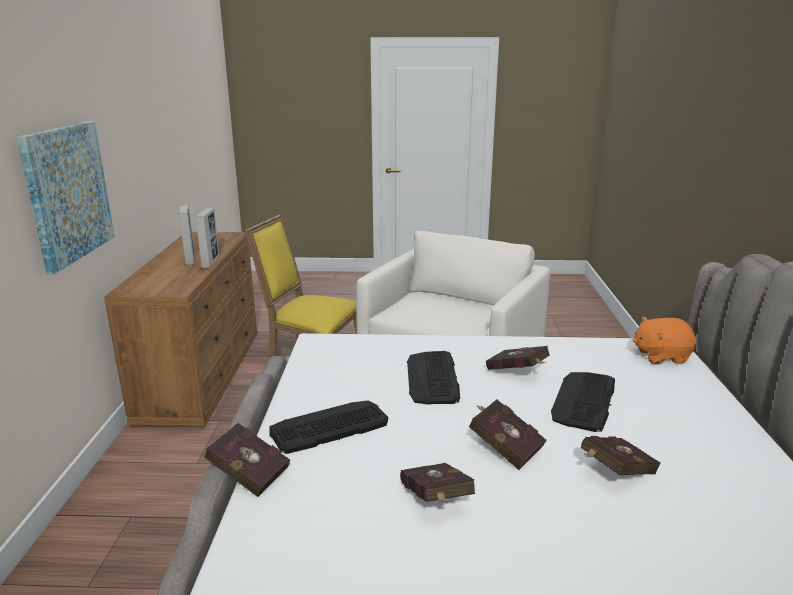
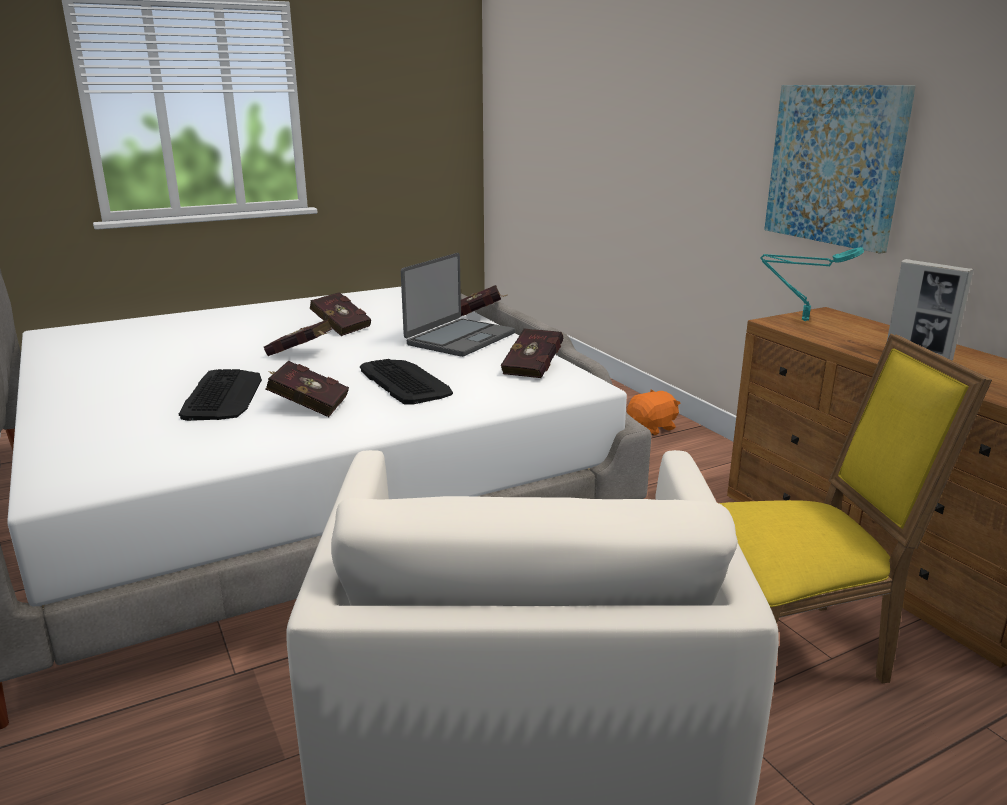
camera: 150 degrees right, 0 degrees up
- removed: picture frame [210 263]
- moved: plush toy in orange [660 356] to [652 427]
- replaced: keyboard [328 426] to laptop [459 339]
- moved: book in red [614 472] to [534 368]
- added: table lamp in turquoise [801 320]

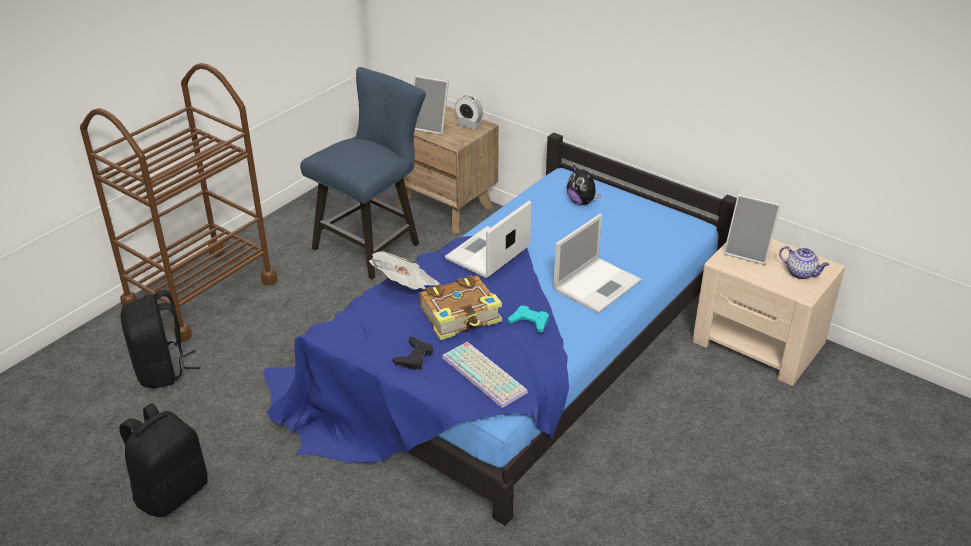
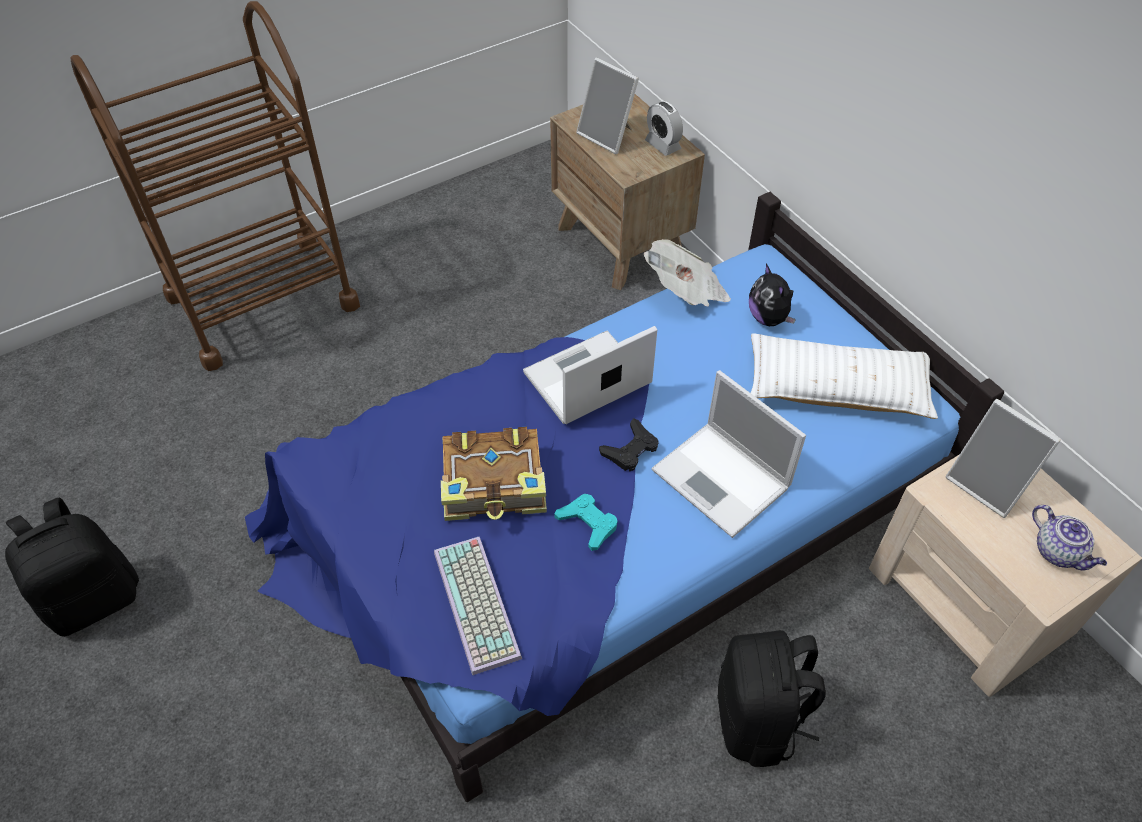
camera: 20 degrees right, 15 degrees up
- removed: chair in blue [372 244]
- turned: laptop [597 284] = [723 480] 75 degrees clockwise
- moved: newspaper [405 285] to [686 291]
- moved: backpack in black [162 370] to [758 720]
- moved: game controller in black [414 357] to [630 450]
- added: pillow in white [836 388]

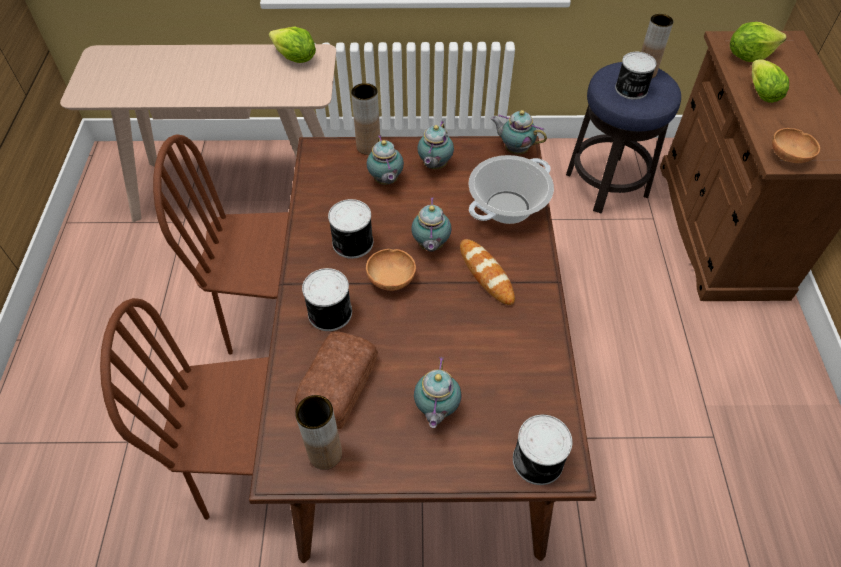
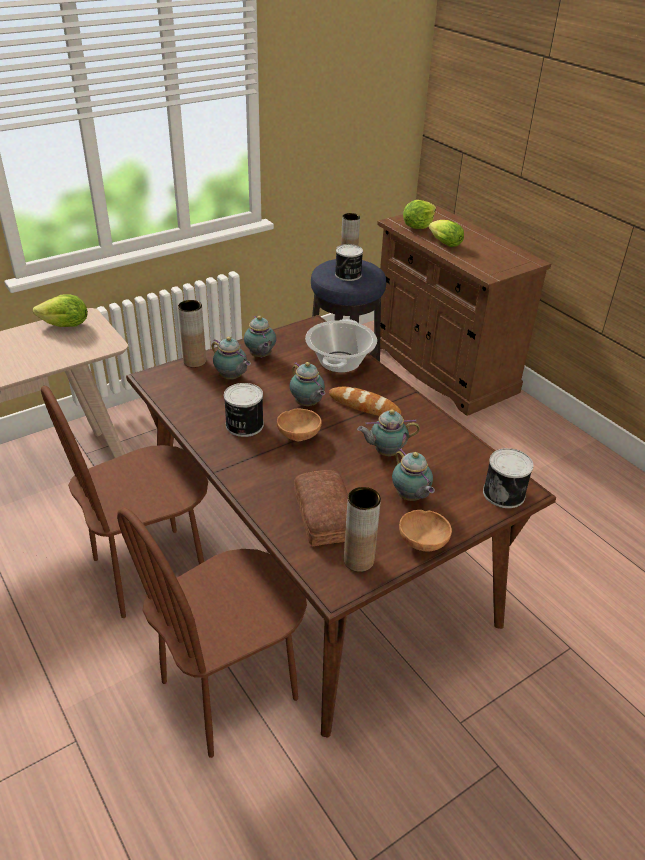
camera: 35 degrees left, 15 degrees down
- moved: teapot [514 149] to [385 452]
- moved: bowl in brown [789 157] to [424 542]
- removed: can [328 312]

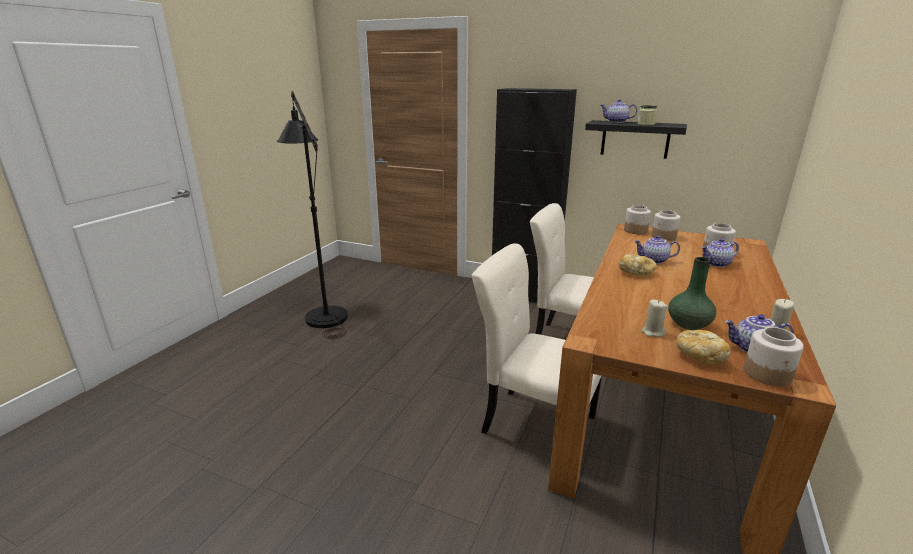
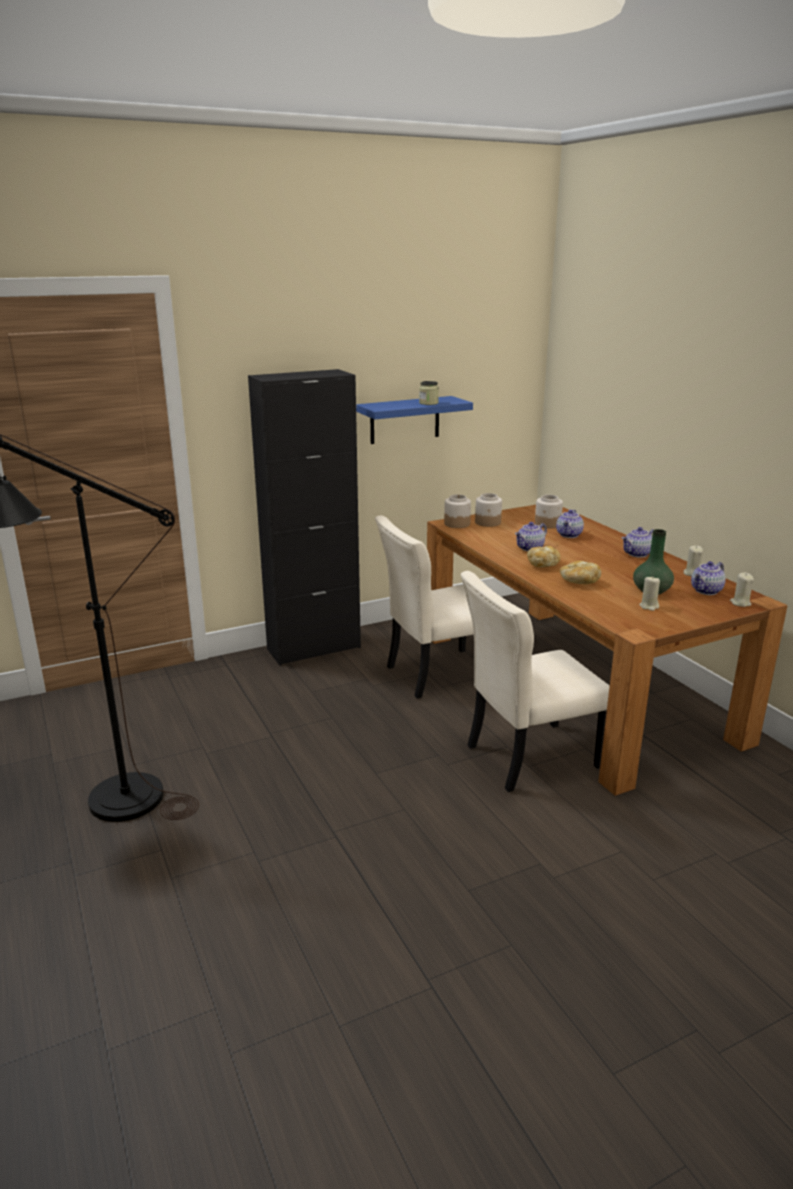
camera: 50 degrees left, 0 degrees up
- moved: teapot [616 122] to [637 554]
- recoloured: shelf in black [635 139] to shelf in blue [405 420]
- replaced: jar [767 374] to candle in beige [740 603]
- moved: bread [699 356] to [578 582]

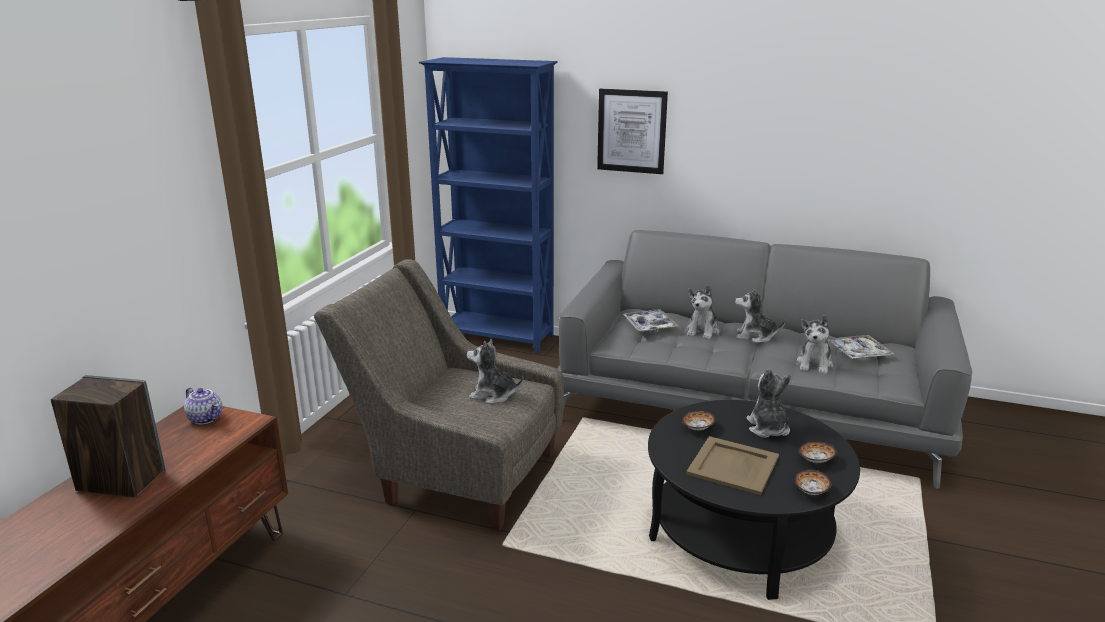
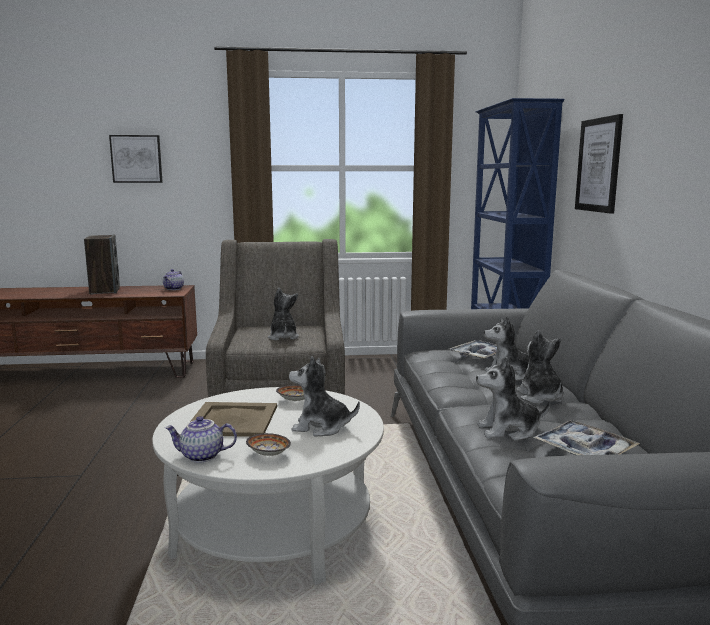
camera: 65 degrees right, 10 degrees down
- turned: plush toy [768 429] = [321 427] 135 degrees counterclockwise
- recoloured: coffee table in black [741 533] to coffee table in white [274 526]
- replaced: bowl [812 491] to teapot [201 456]
- added: picture [136 159]

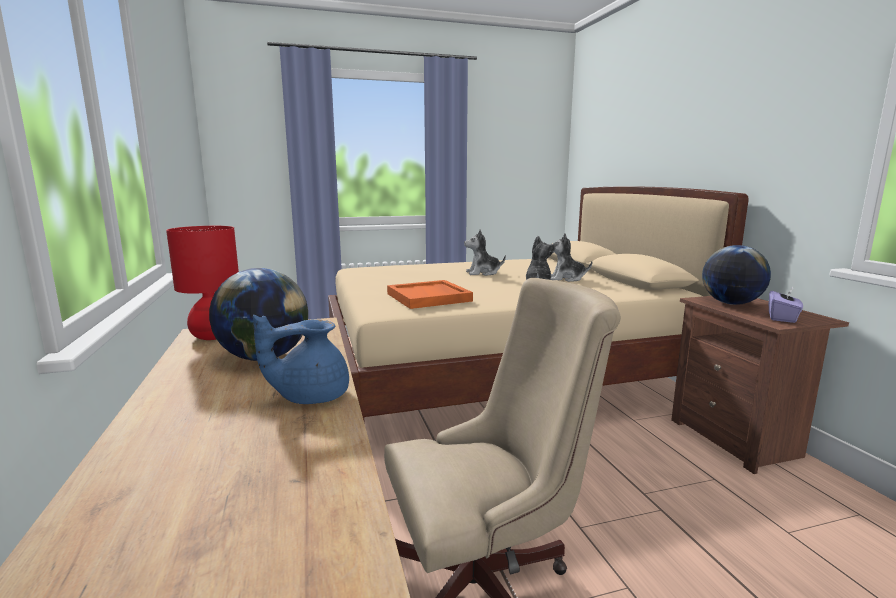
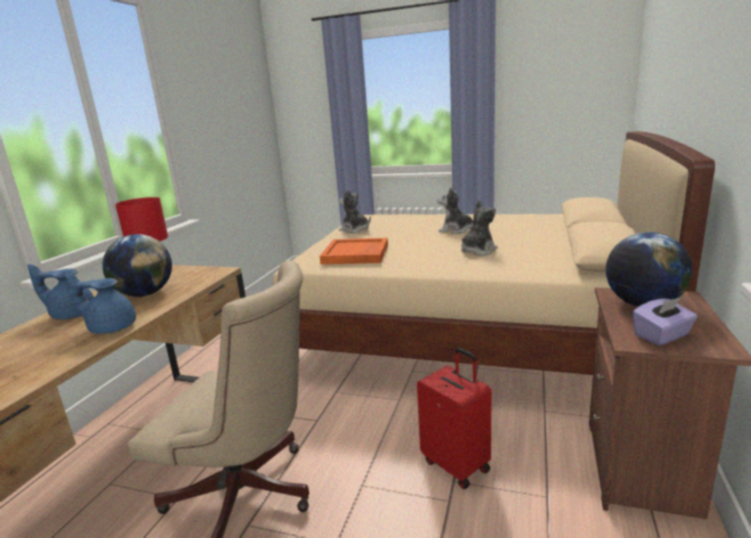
camera: 35 degrees right, 5 degrees up
- moved: plush toy [566 279] to [355 230]
- added: teapot in blue [72 314]
- added: suitcase in red [457 464]

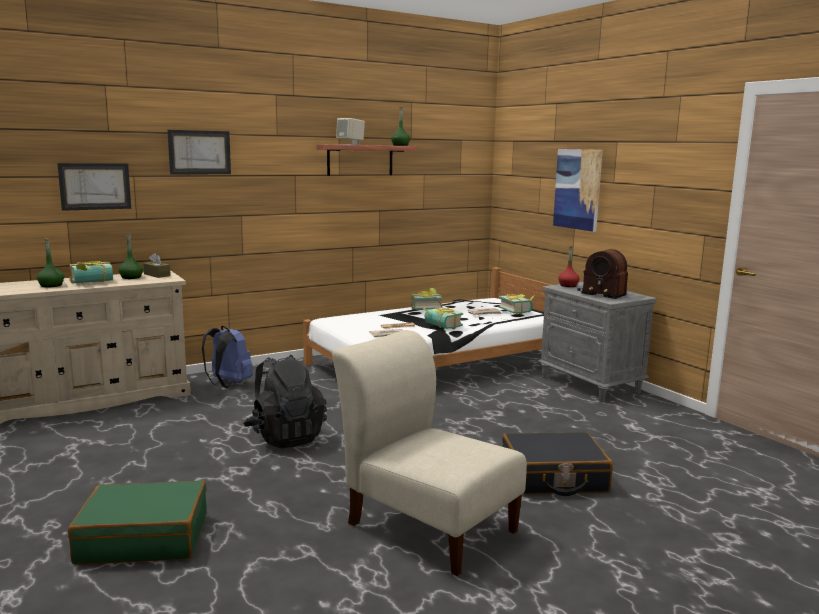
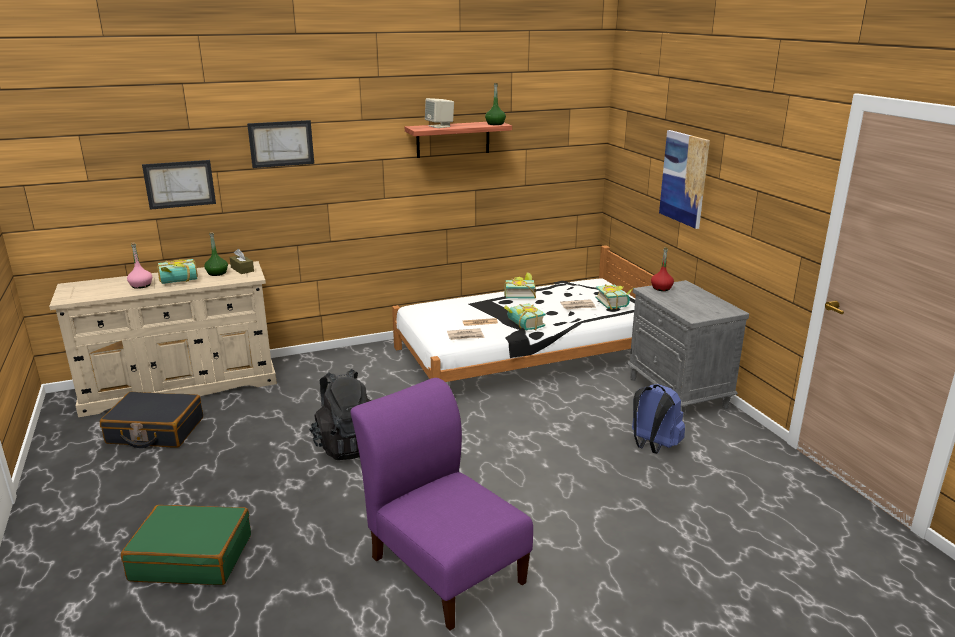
camera: 10 degrees right, 10 degrees up
- recoloured: bottle in green [51 285] to bottle in pink [141 285]
- removed: radio [601 293]
- moved: backpack in blue [228 384] to [653 446]
- recoloured: chair in beige [427 524] to chair in purple [444 565]
- moved: suitcase in black [553 478] to [155 431]

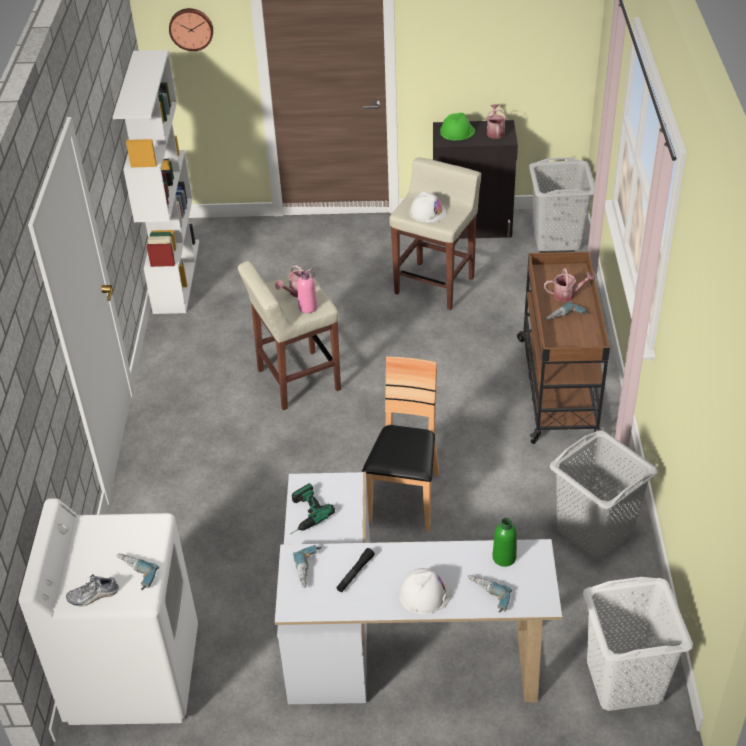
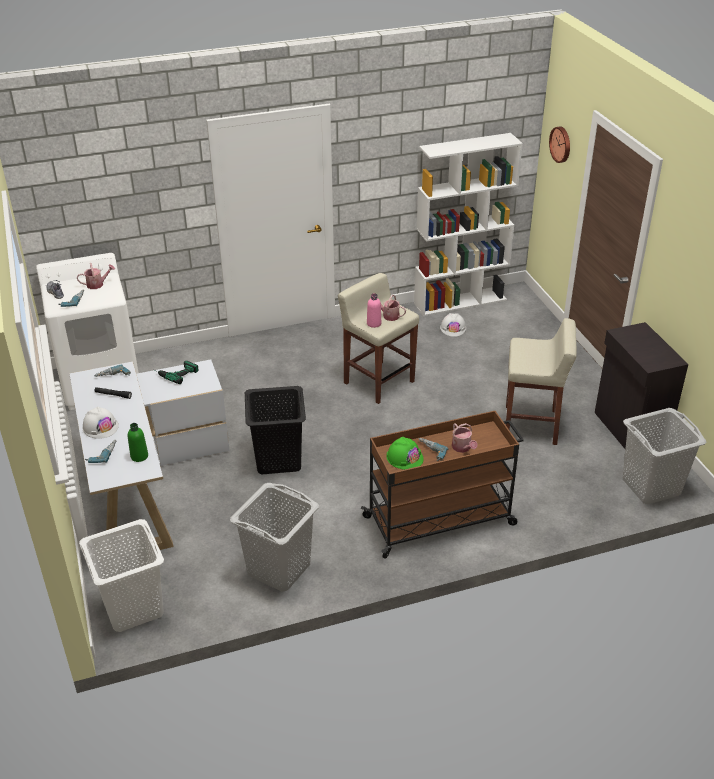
camera: 70 degrees right, 5 degrees down
- moved: watering can [495 132] to [97 284]
- moved: hard hat in green [457 131] to [404 457]
- moved: hard hat in white [427 212] to [453 328]
- replaced: chair in brown [405 498] to laundry basket in black [279 460]

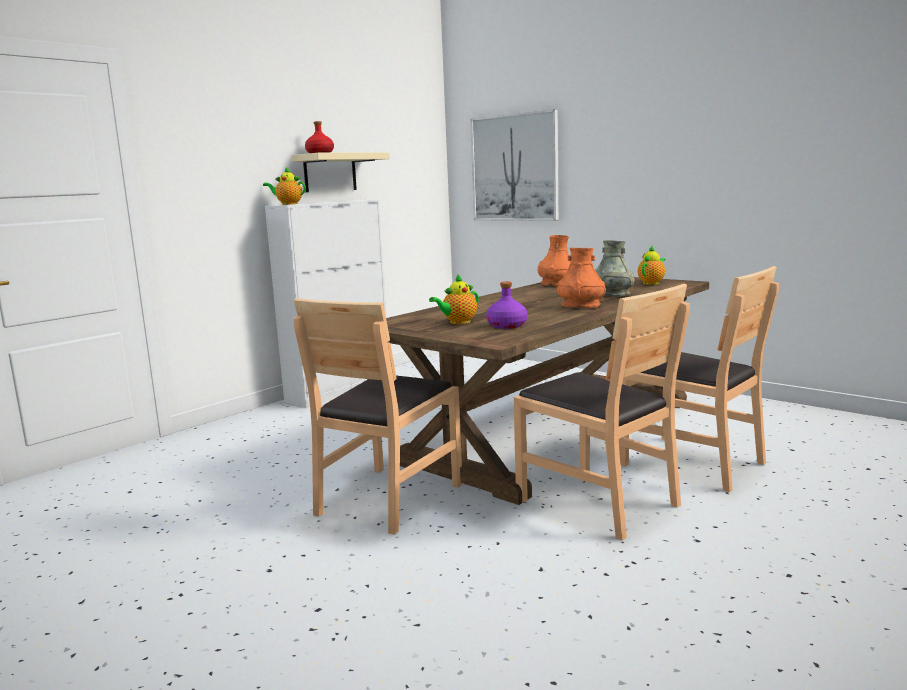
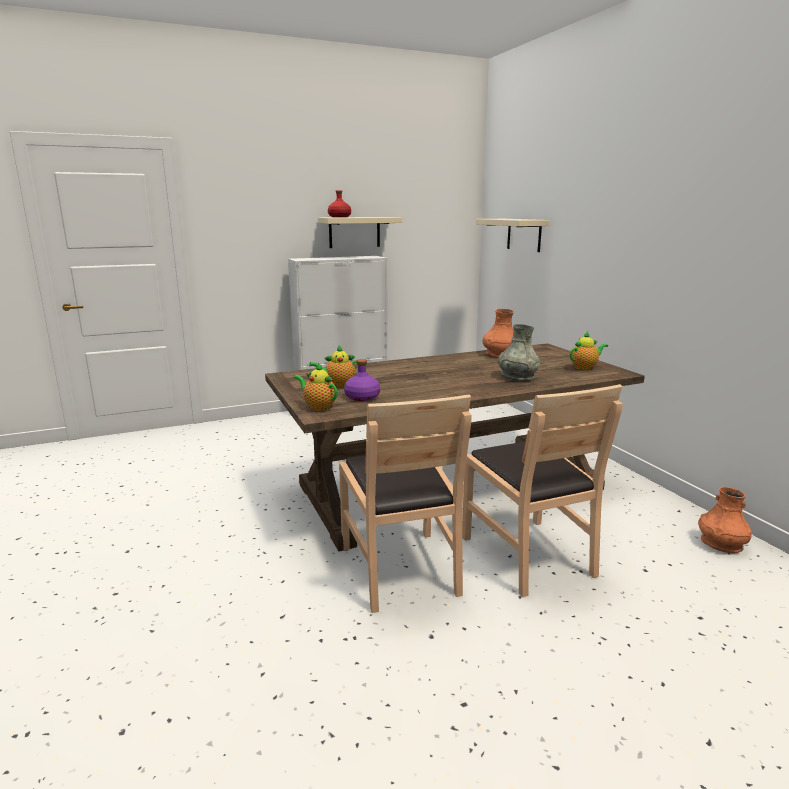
camera: 25 degrees right, 5 degrees up
- replaced: picture [514 168] to shelf in beige [524 234]
- moved: teapot [288 204] to [318 407]
- moved: vase in orange [581 306] to [721 544]
- removed: chair in brown [388 498]

